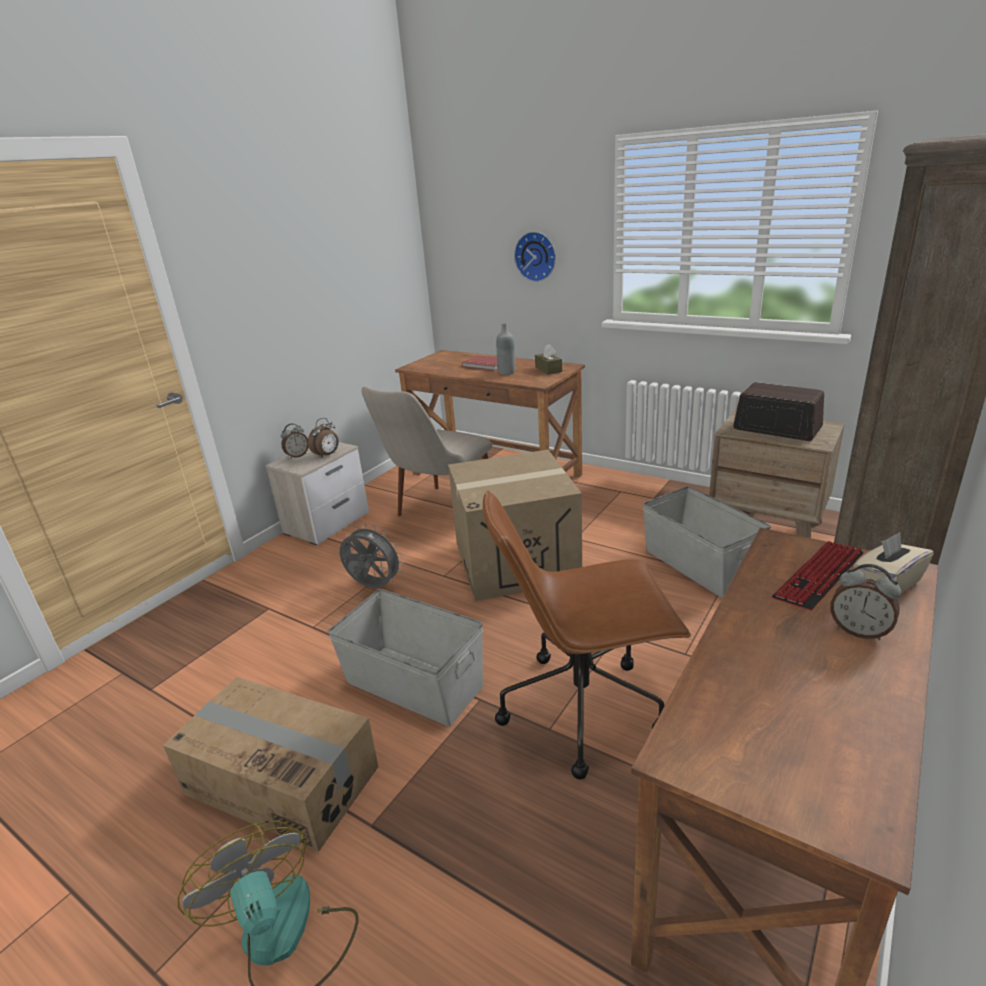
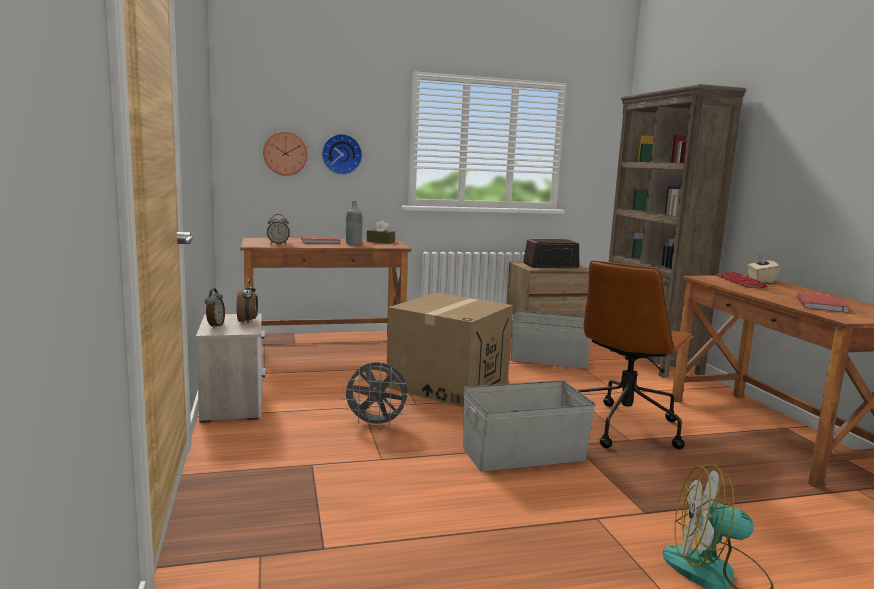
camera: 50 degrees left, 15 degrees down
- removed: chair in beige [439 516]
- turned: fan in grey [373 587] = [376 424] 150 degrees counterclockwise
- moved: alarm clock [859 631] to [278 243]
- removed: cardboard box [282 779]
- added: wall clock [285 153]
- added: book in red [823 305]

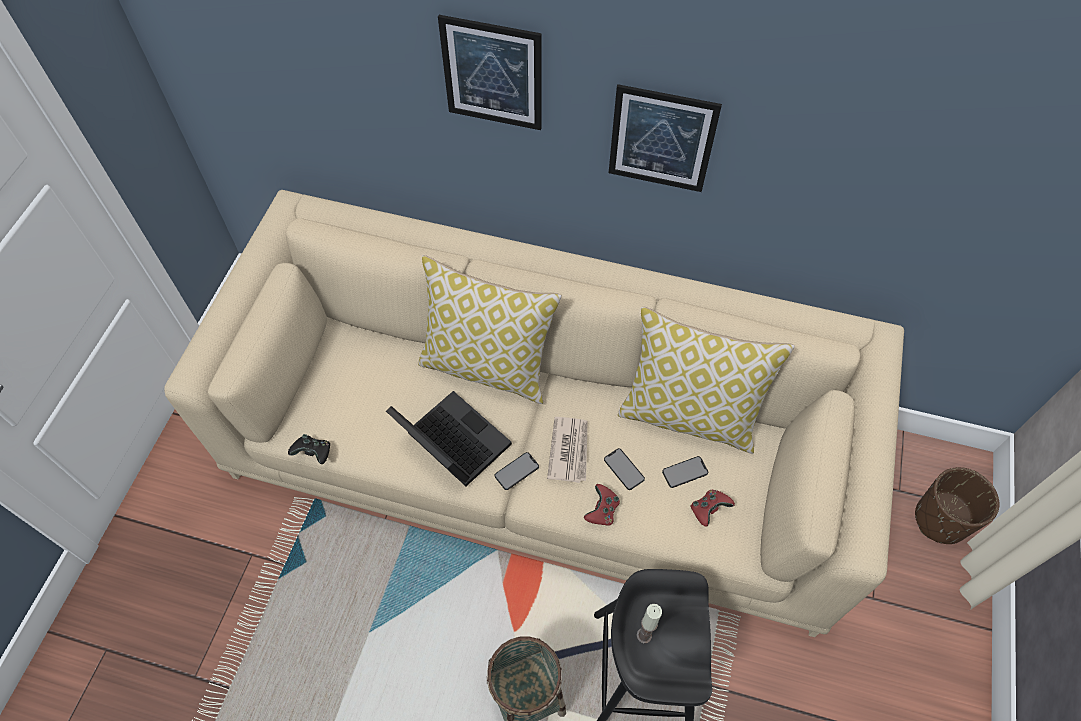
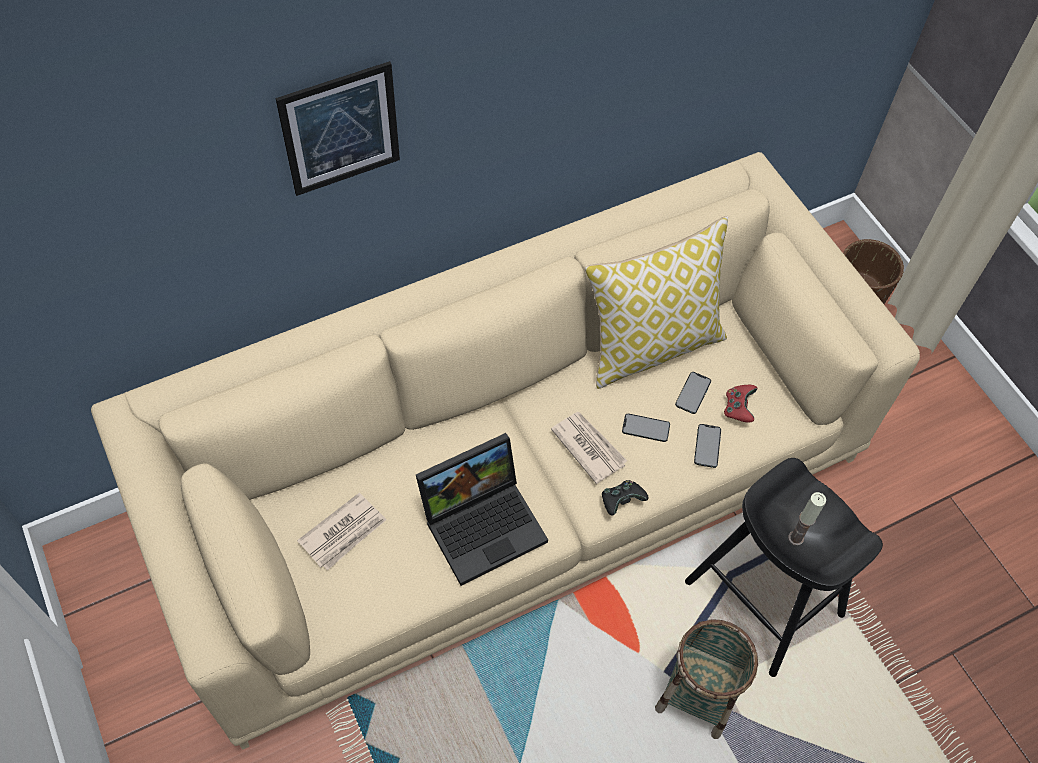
camera: 45 degrees left, 0 degrees up
- removed: picture [661 139]
- removed: pillow [488 366]
- turned: laptop [450 444] = [484 522] 150 degrees clockwise
- moved: game controller in black [314 453] to [621 501]
- moved: phone [516 471] to [707 446]
- removed: game controller in red [602 511]
- added: newspaper [344 533]

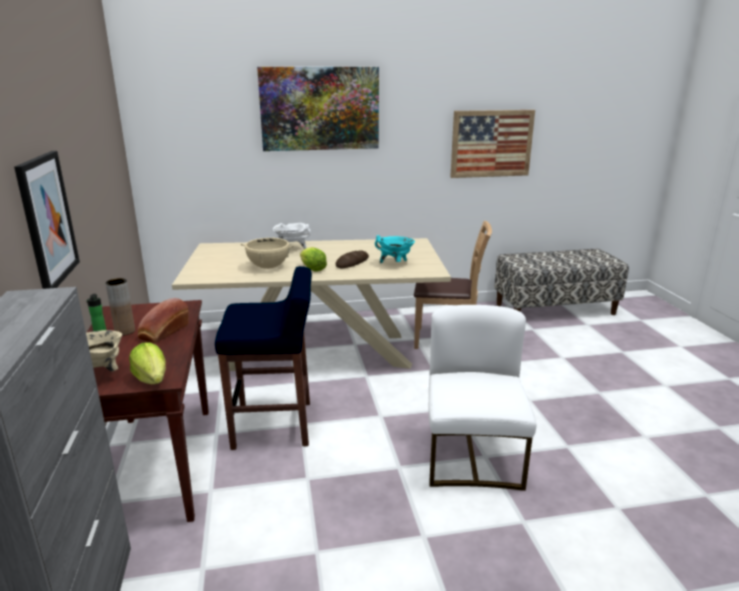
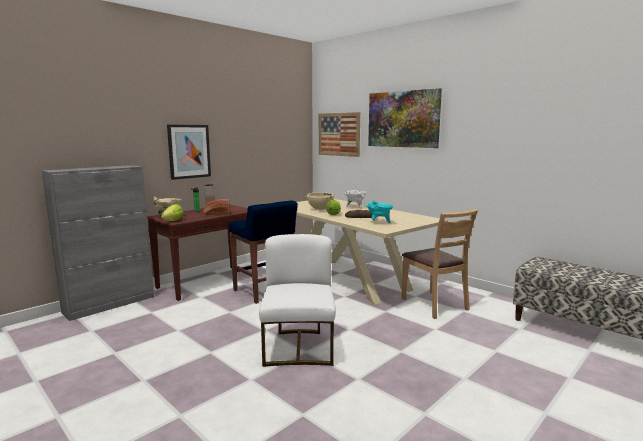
camera: 55 degrees right, 10 degrees down
- moved: picture [491 143] to [339 134]
- turned: chair in white [472 458] = [299 348] 60 degrees counterclockwise

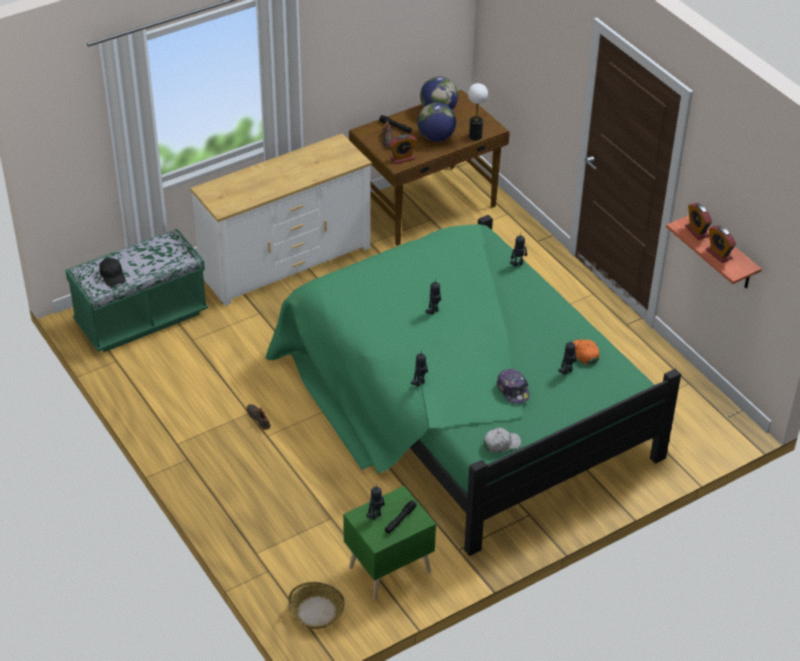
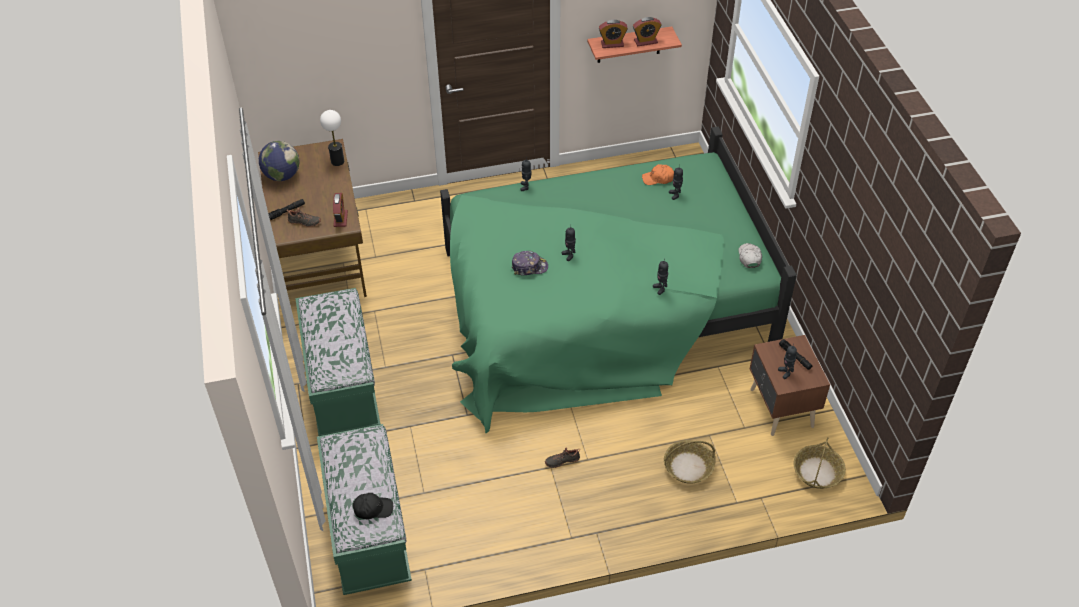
camera: 70 degrees left, 5 degrees up
- removed: globe [436 138]
- replaced: dresser in white [285 261] to bench in green [342 387]
- moved: cap [513 390] to [529 267]
- recoloured: nightstand in green [387 569] to nightstand in brown [780 409]
- added: basket [688 467]

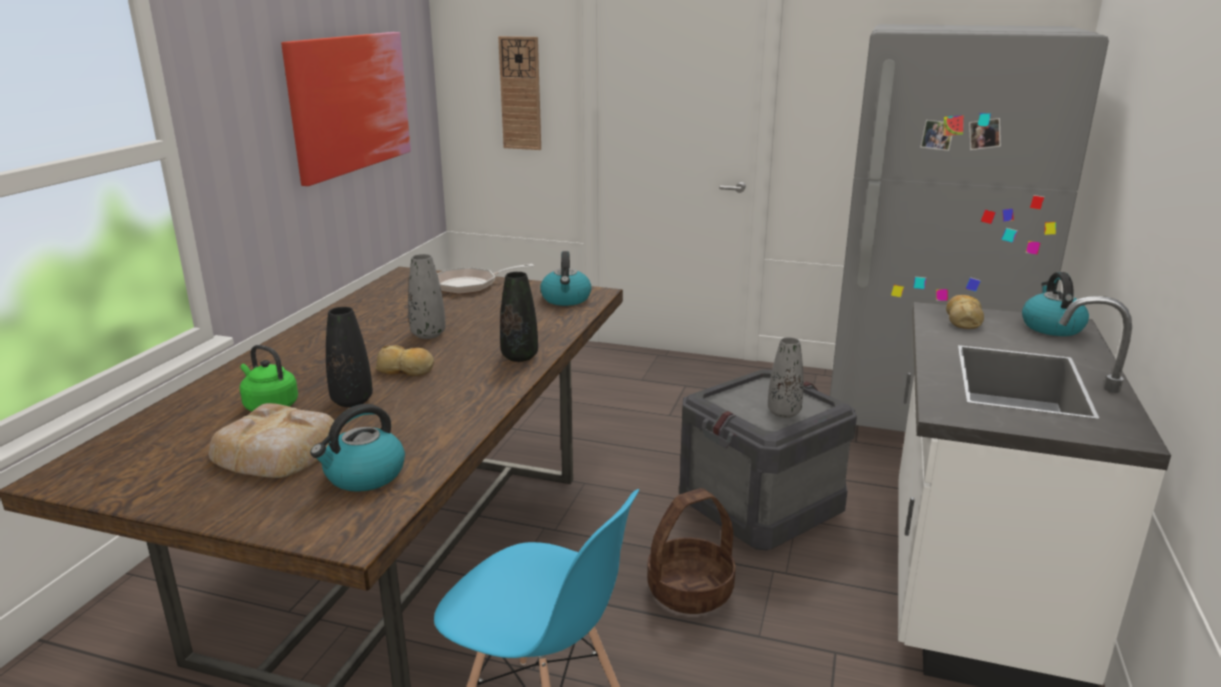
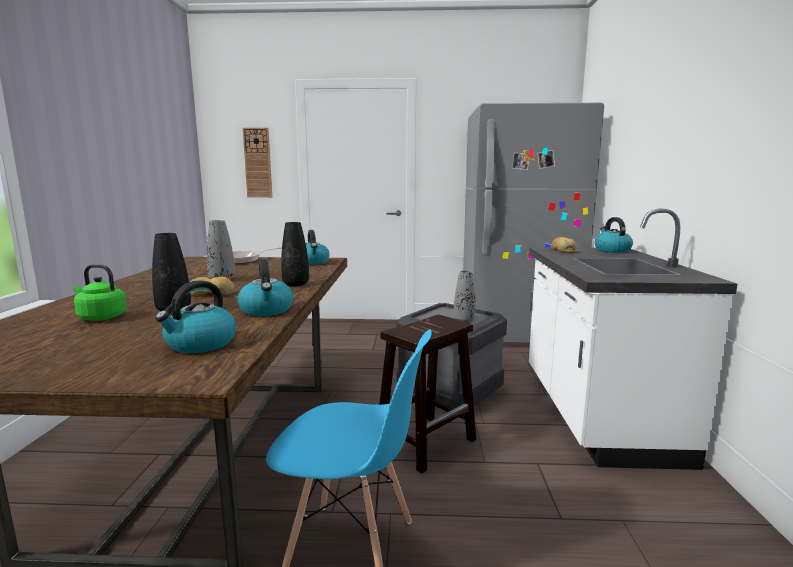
camera: 15 degrees left, 10 degrees down
- removed: picture [350 103]
- removed: bread [278 451]
- replaced: basket [690 590] to stool in brown [426 441]
- added: kettle [267 310]

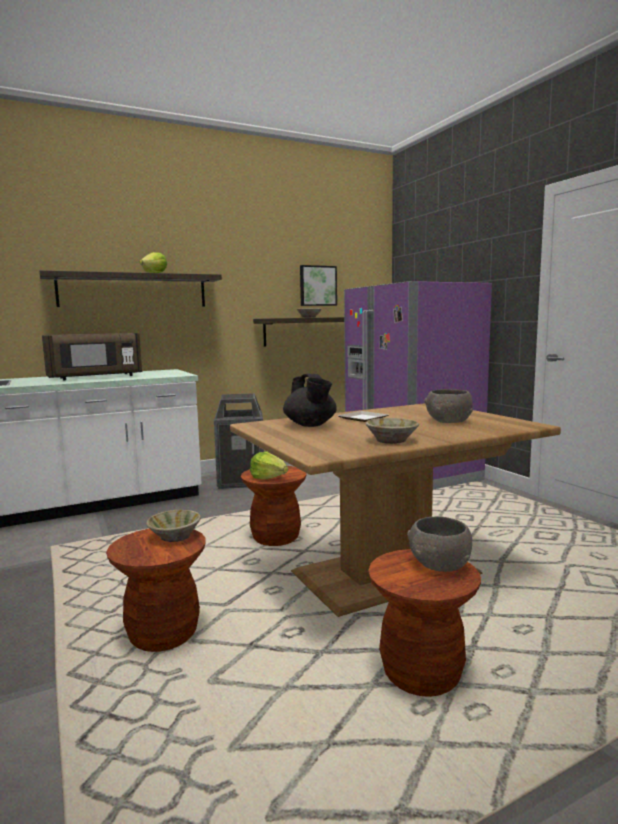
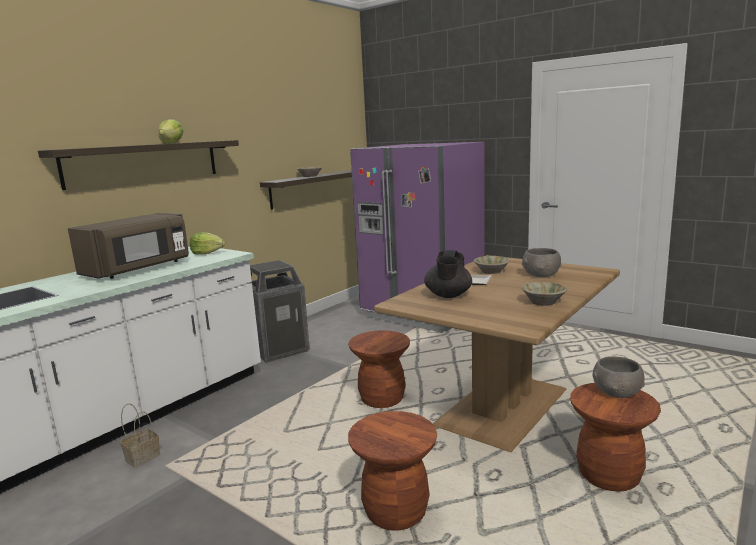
camera: 25 degrees left, 5 degrees up
- removed: picture [317 286]
- turned: teapot in black [310 425] = [448 296] 60 degrees clockwise
- moved: lettuce [269 477] to [207 253]
- moved: bowl in beige [174 536] to [491 272]
- added: basket [143 456]

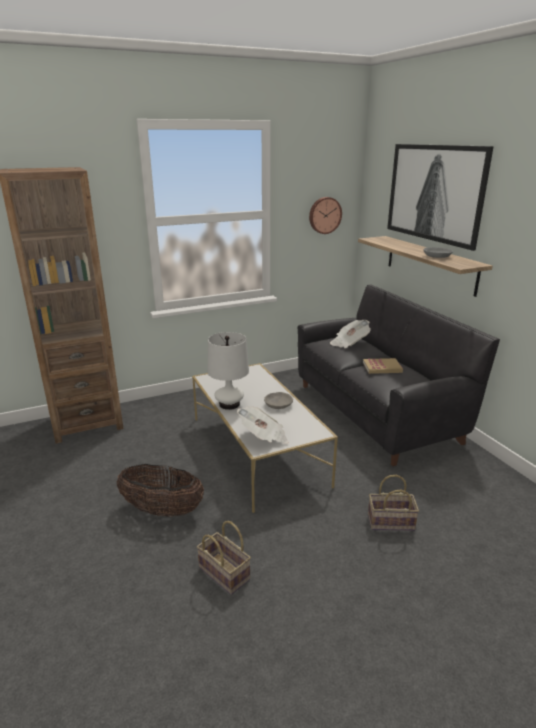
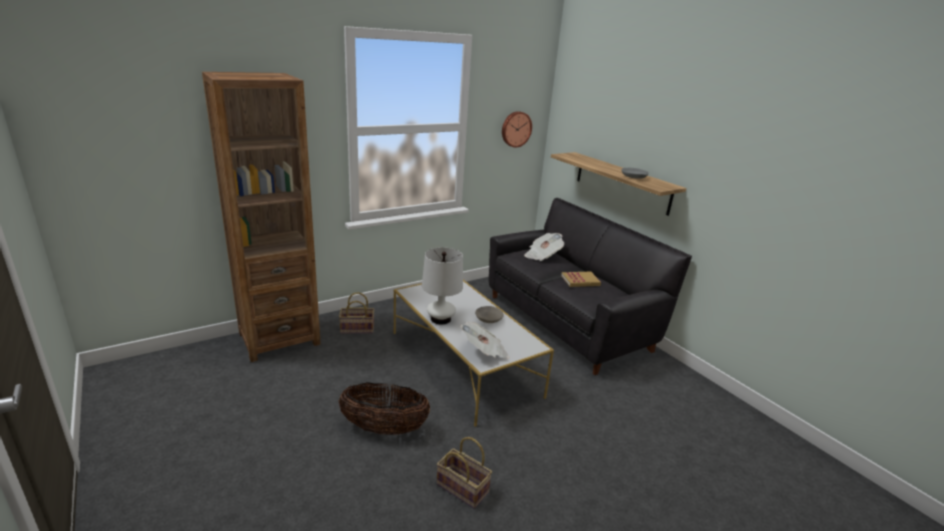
camera: 10 degrees left, 0 degrees up
- removed: picture [434 193]
- moved: basket [389 523] to [356 329]

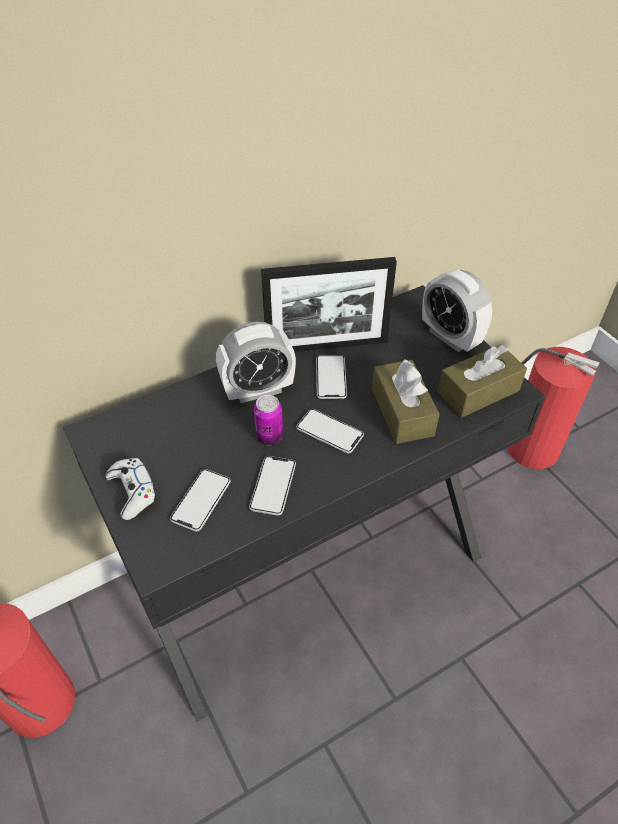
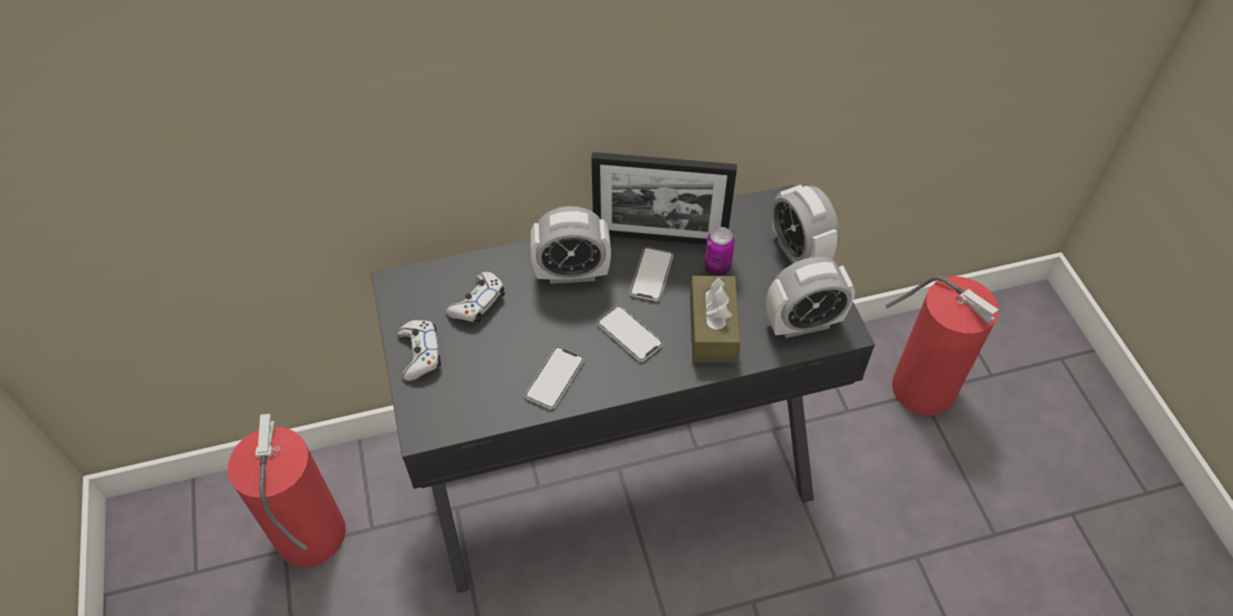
camera: 15 degrees right, 5 degrees up
- replaced: tissue box in brown [478 391] to alarm clock [803 324]
- moved: can [269 437] to [717 268]
- removed: phone [201 500]
- added: game controller in white [477 303]

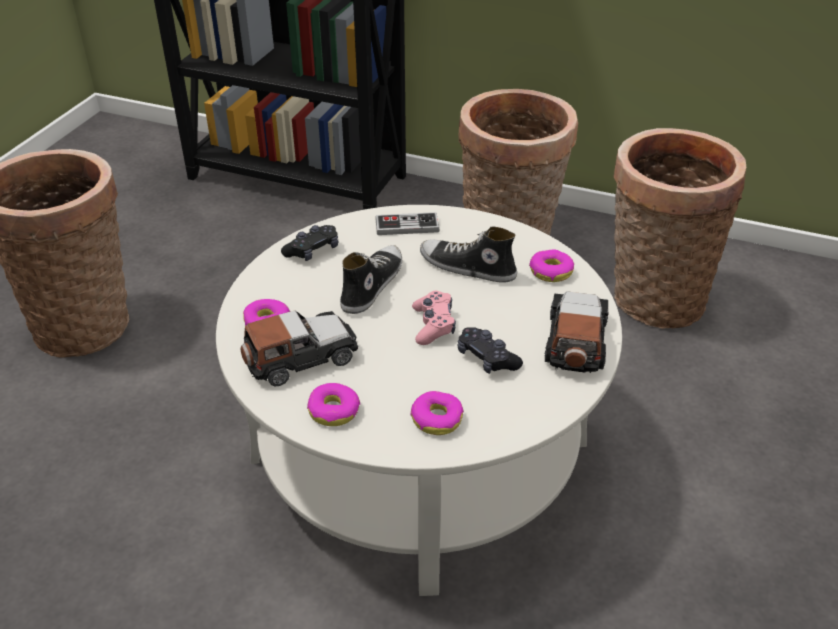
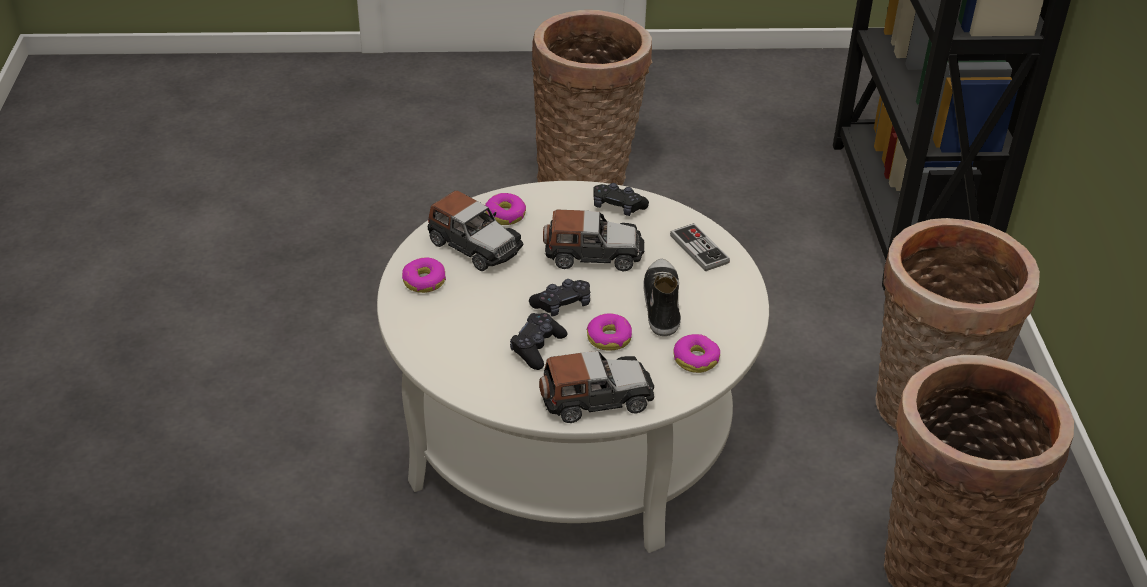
camera: 65 degrees right, 0 degrees up
- replaced: shoe [371 285] to toy car [593 254]
- recoloured: game controller in pink [433 325] to game controller in black [562 305]
- moved: donut [437 419] to [609 338]

